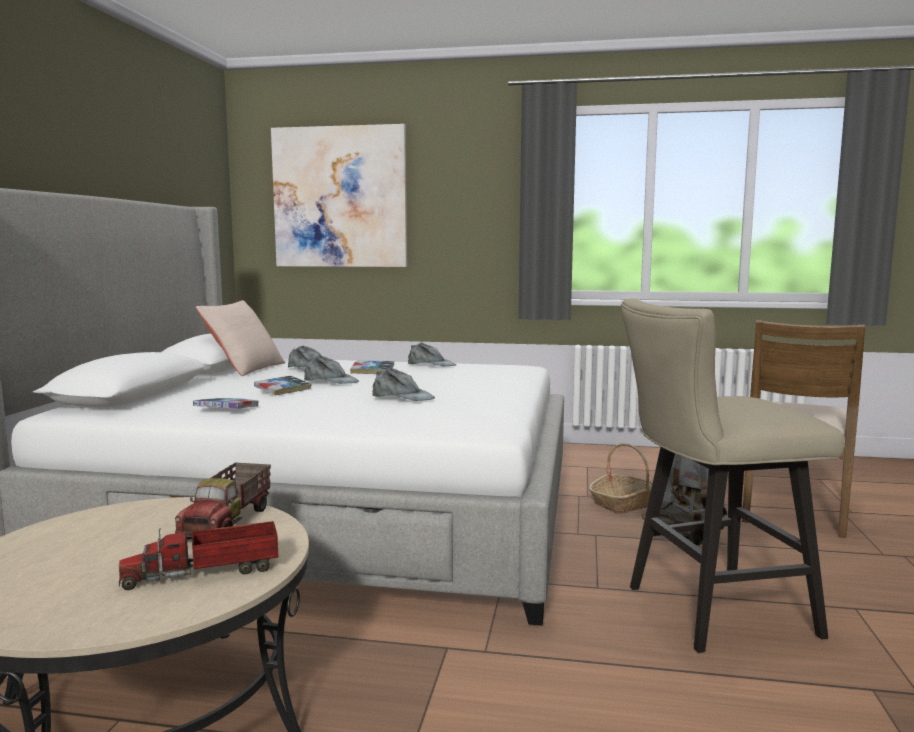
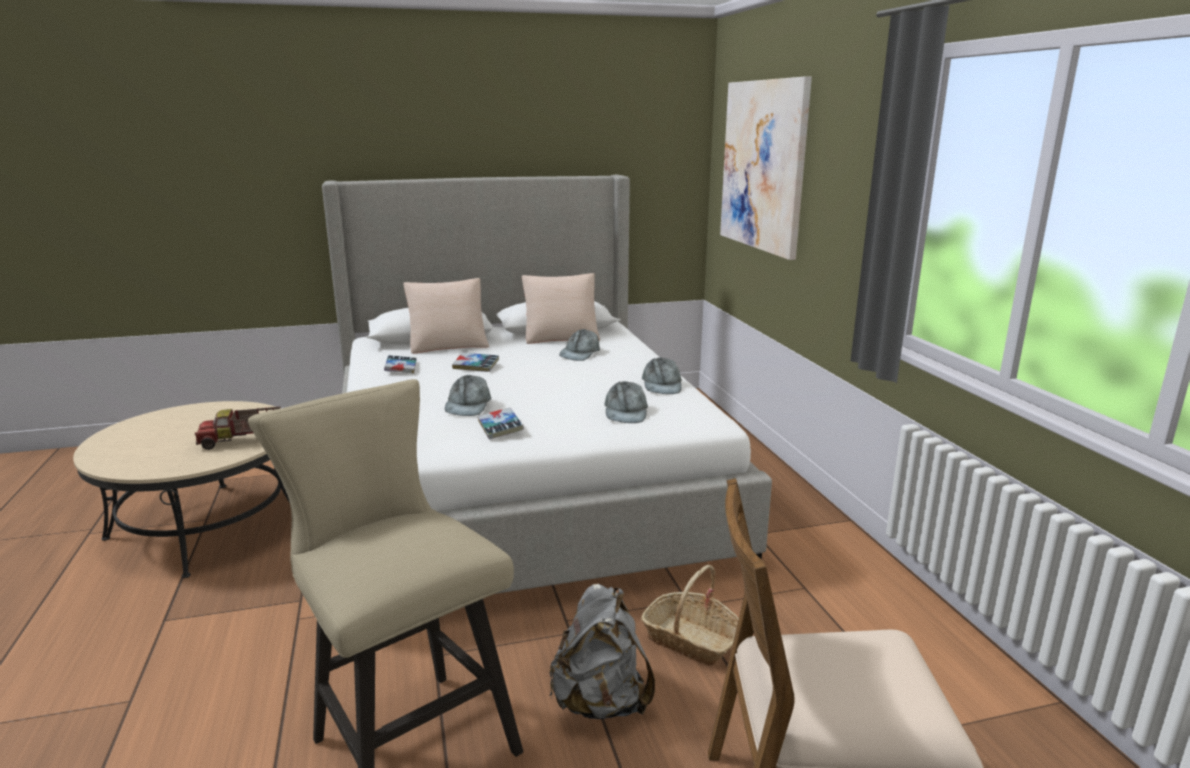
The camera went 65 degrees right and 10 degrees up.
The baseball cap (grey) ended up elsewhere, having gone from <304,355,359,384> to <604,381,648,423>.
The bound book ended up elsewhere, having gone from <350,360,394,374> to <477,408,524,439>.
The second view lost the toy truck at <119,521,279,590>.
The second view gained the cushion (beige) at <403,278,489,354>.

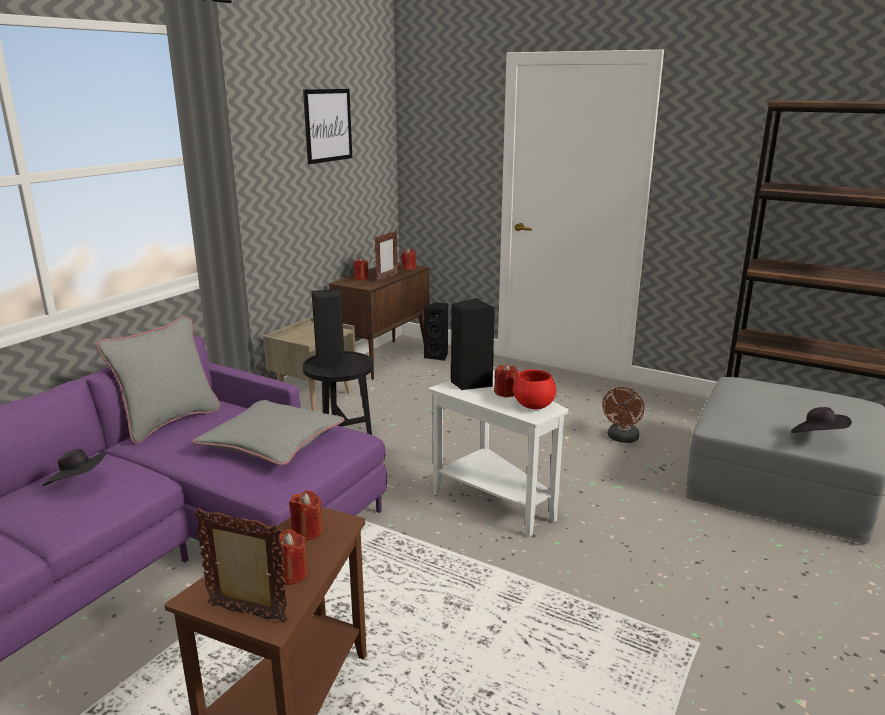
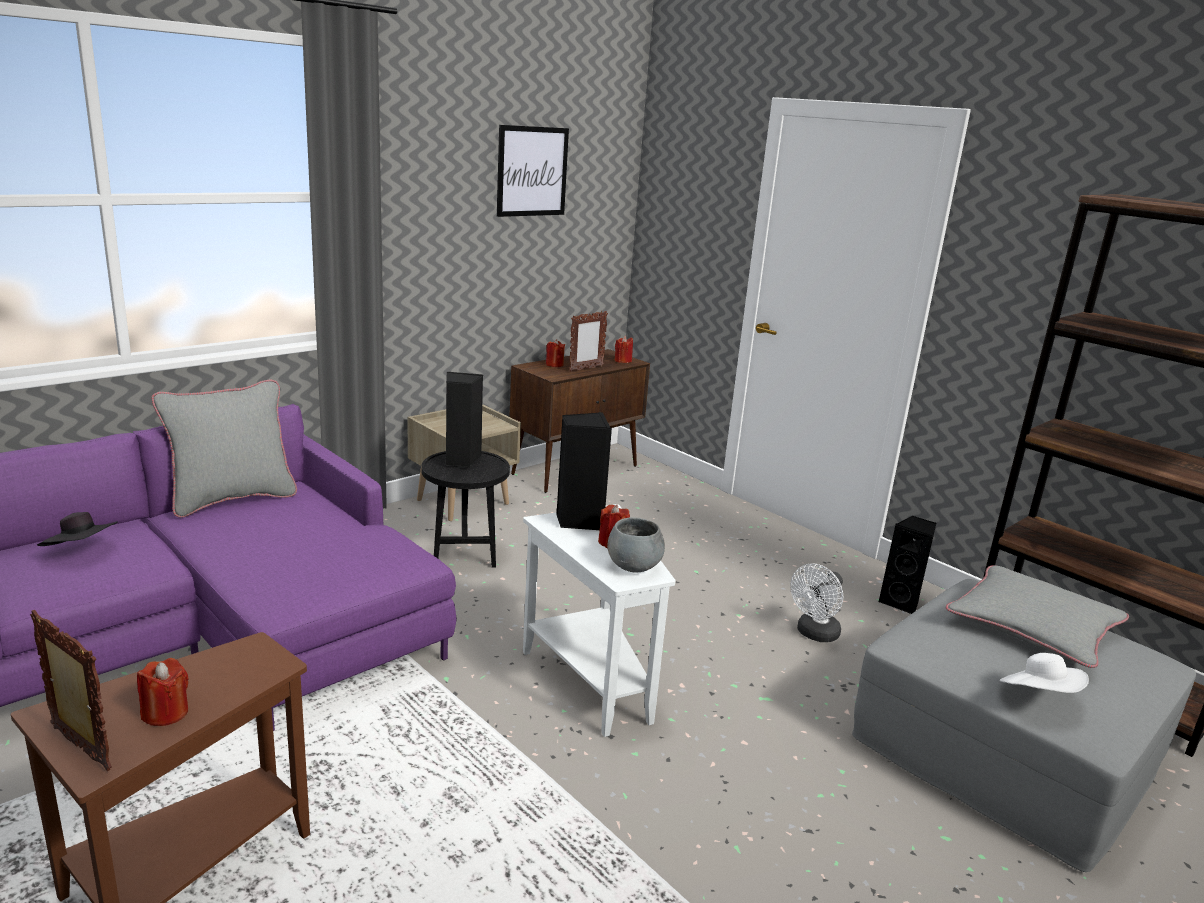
The camera went 15 degrees right and 0 degrees up.
The loudspeaker (black) ended up elsewhere, having gone from <424,302,448,361> to <878,516,936,614>.
What was the serving bowl (reddish) at <513,369,556,409> turned into the serving bowl (grey) at <607,517,665,572>.
What was the fan (brown-coloured) at <602,387,644,443> turned into the fan (white-coloured) at <790,563,843,642>.
The cushion (grey) ended up elsewhere, having gone from <193,400,345,465> to <946,565,1129,668>.
What was the clothing hat (black) at <791,407,852,433> turned into the clothing hat (white-coloured) at <1000,653,1089,693>.
The second view lost the candle (reddish) at <289,490,323,540>.

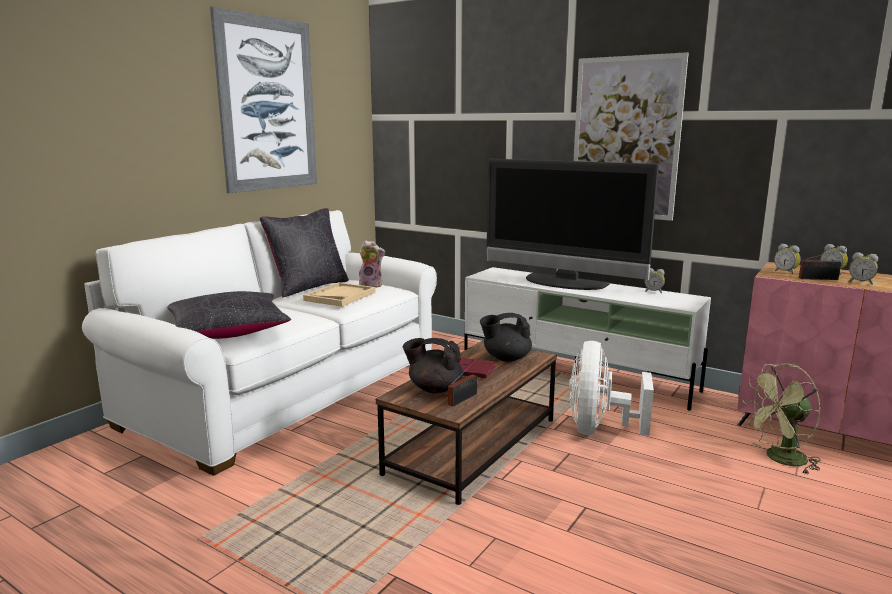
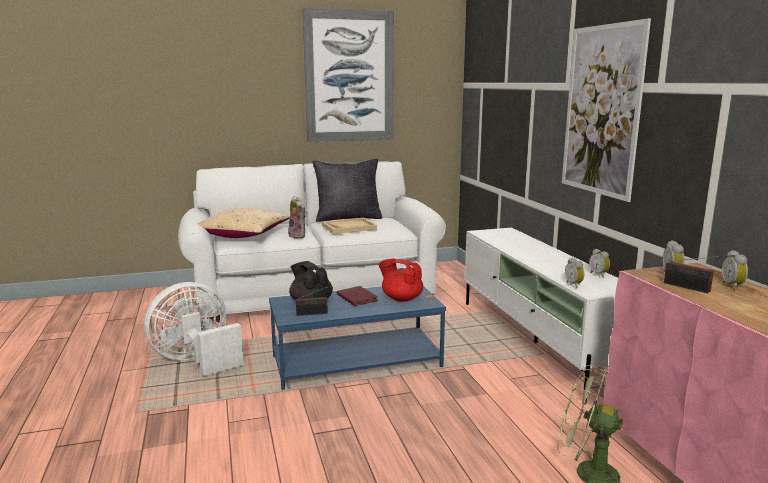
The camera went 40 degrees right and 0 degrees up.
The second view lost the TV set at <487,159,659,290>.
The soft toy ended up elsewhere, having gone from <359,240,385,288> to <288,196,306,238>.
The bedside clock ended up elsewhere, having gone from <849,252,878,285> to <565,257,584,288>.
What was the cushion (black) at <167,291,291,339> turned into the cushion (beige) at <197,208,290,238>.
What was the teapot (black) at <480,313,532,362> turned into the teapot (reddish) at <378,259,423,302>.
What was the coffee table (brown-coloured) at <376,340,557,505> turned into the coffee table (blue) at <269,286,446,390>.
The fan (white-coloured) ended up elsewhere, having gone from <569,341,654,436> to <144,282,244,376>.

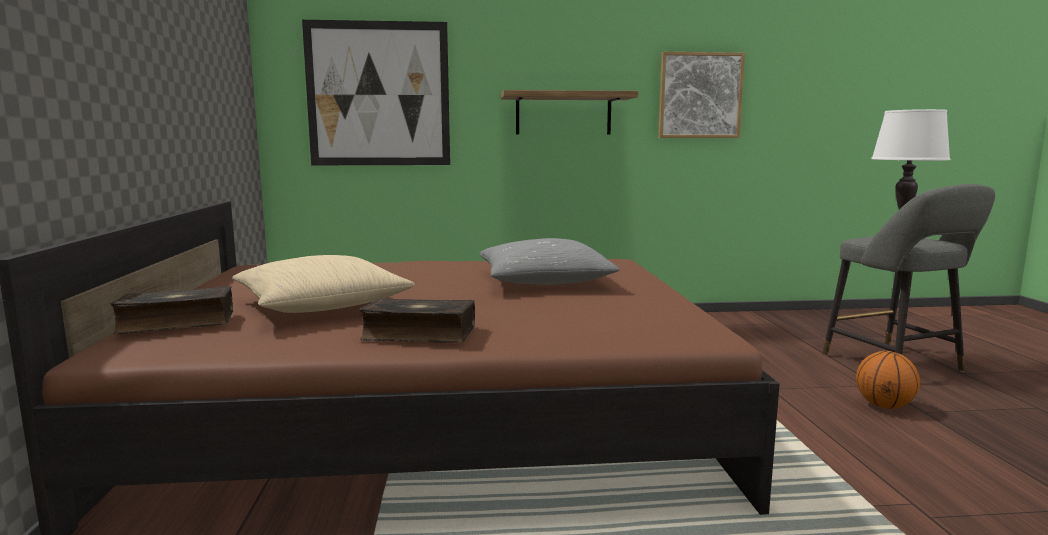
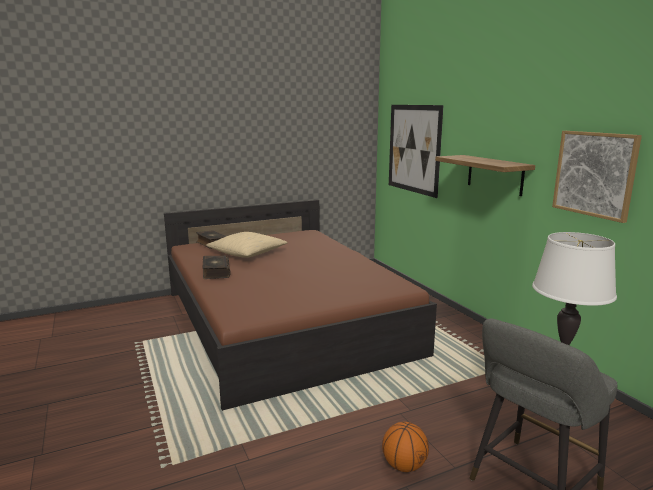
The camera went 70 degrees right and 5 degrees up.
The second view lost the cushion (grey) at <479,238,620,285>.

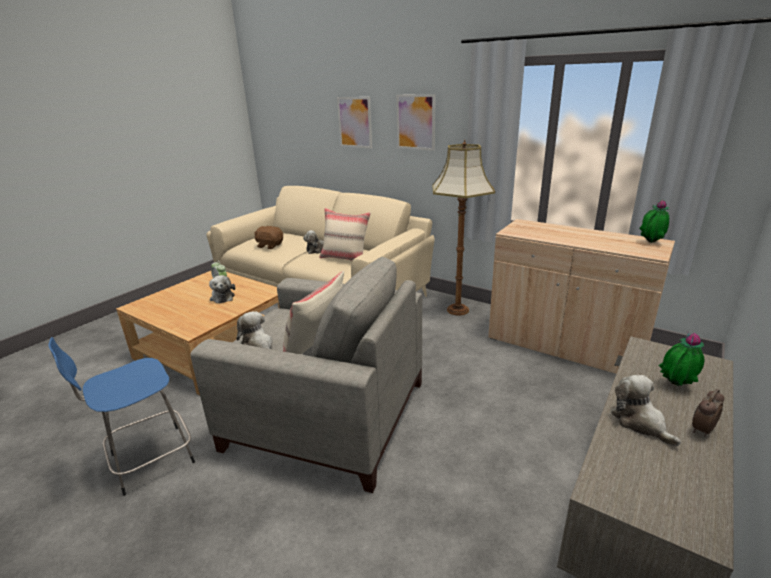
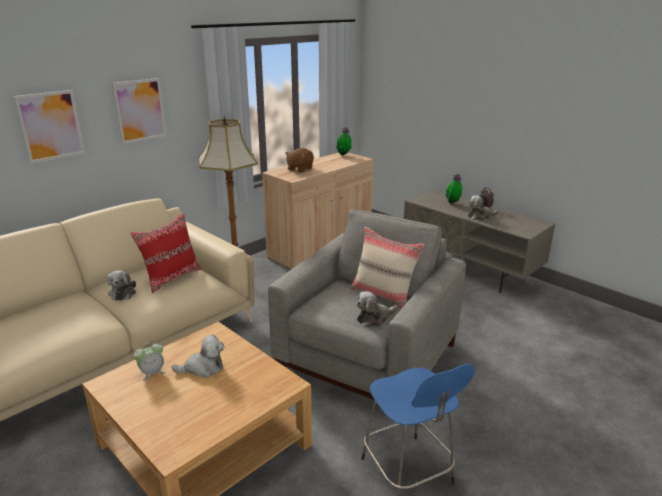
The camera went 80 degrees left and 0 degrees up.
What was the cushion (beige) at <319,208,371,260> turned into the cushion (reddish) at <130,213,203,293>.
The soft toy (brown-coloured) ended up elsewhere, having gone from <254,226,283,249> to <286,148,314,173>.

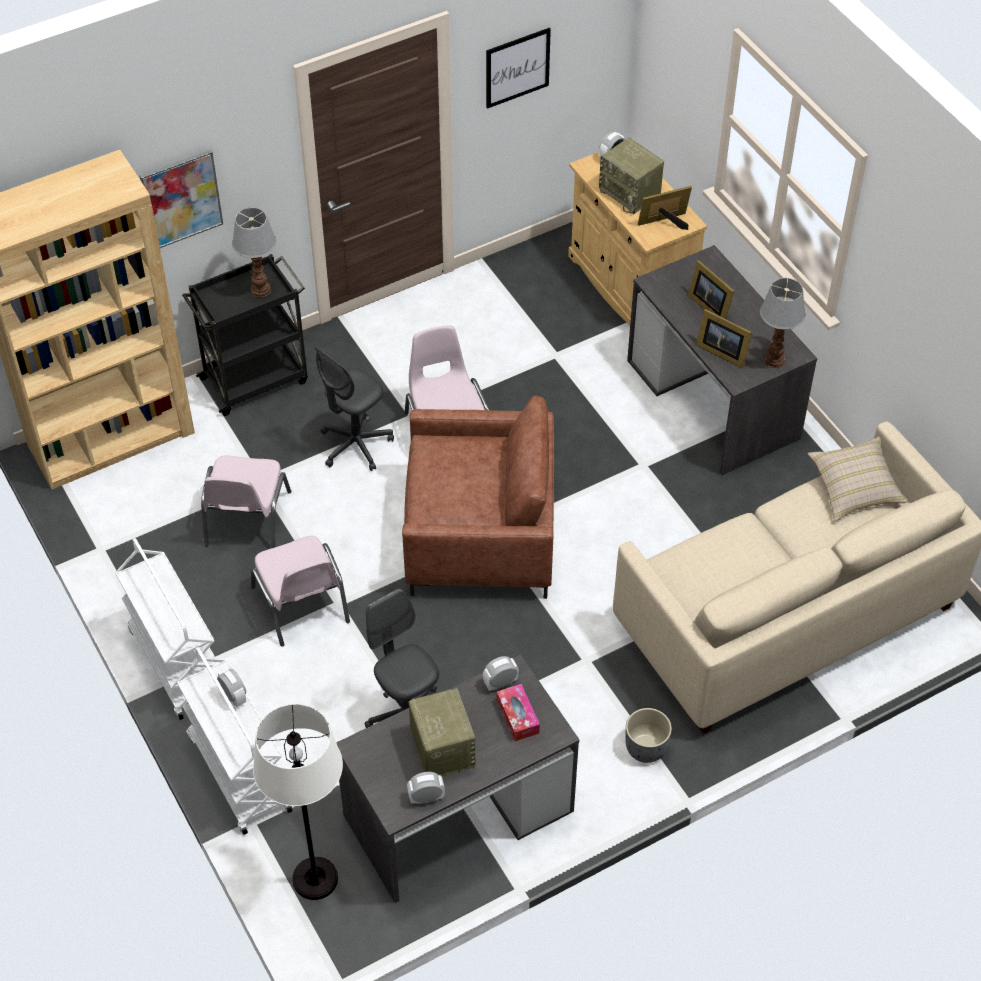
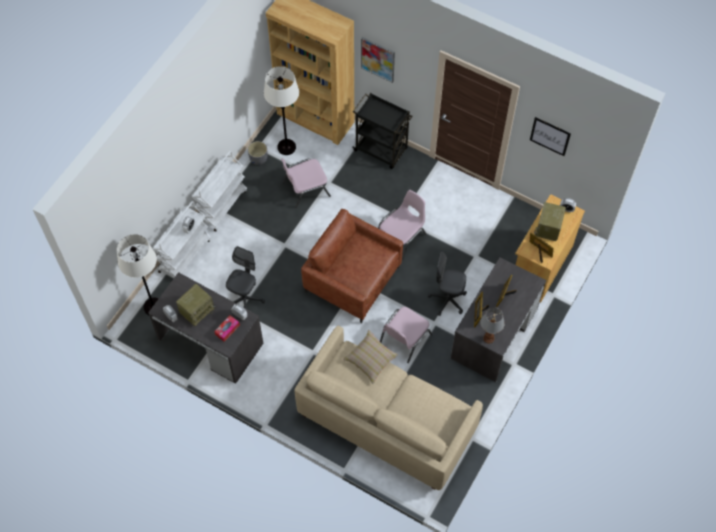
The camera went 60 degrees right and 10 degrees up.
The second view lost the table lamp at <232,208,276,298>.
The computer chair (grey) ended up elsewhere, having gone from <314,346,394,471> to <428,252,467,316>.
The easy chair (brown-coloured) at <402,396,554,599> ended up facing another way, 150 degrees clockwise from before.
The cushion (beige) ended up elsewhere, having gone from <808,436,907,522> to <343,330,398,384>.
The plain chair (pink-coloured) ended up elsewhere, having gone from <251,536,350,647> to <380,307,432,363>.
The flower pot (grey) ended up elsewhere, having gone from <625,708,672,763> to <248,141,268,165>.
The second view gained the standard lamp (white-coloured) at <264,66,299,155>.

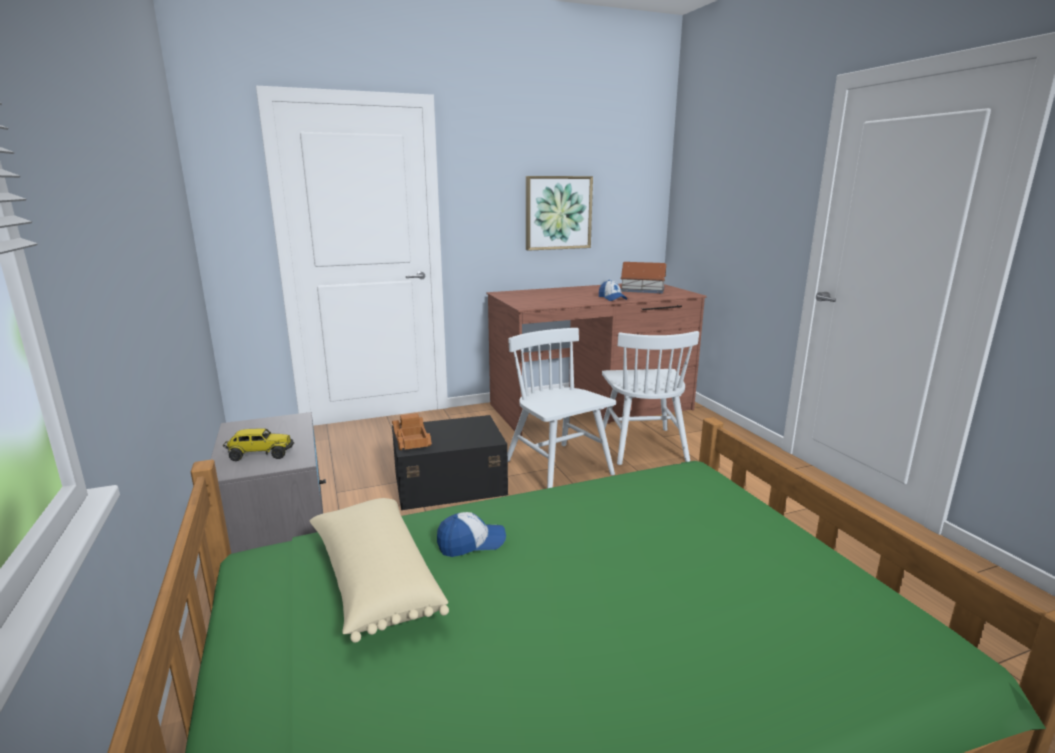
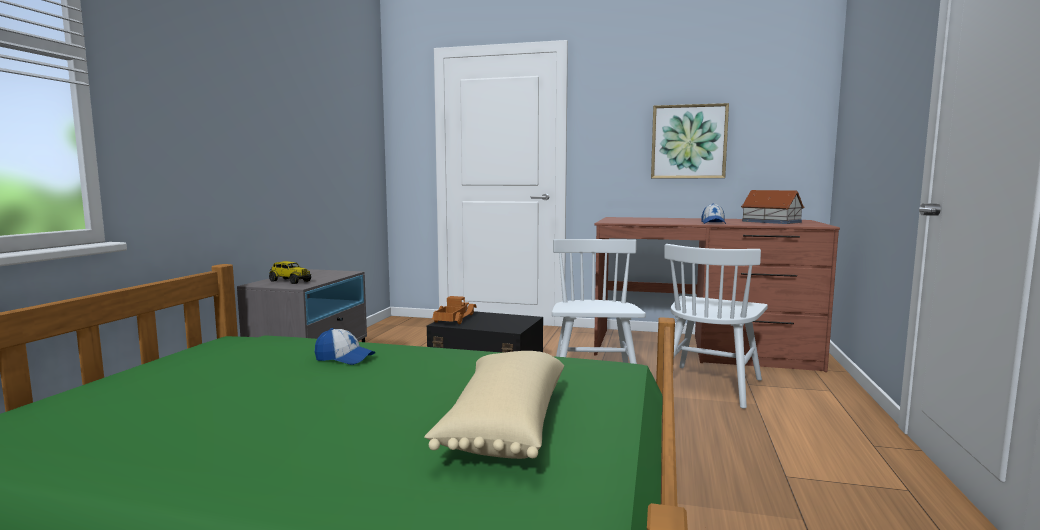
The camera went 35 degrees right and 10 degrees down.
The cushion (beige) ended up elsewhere, having gone from <310,498,449,643> to <424,351,564,459>.

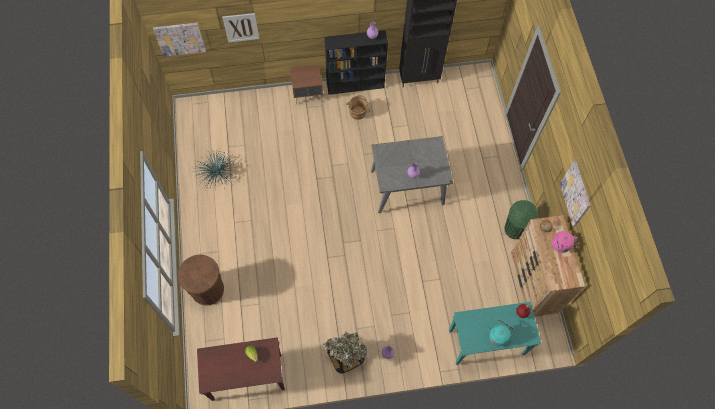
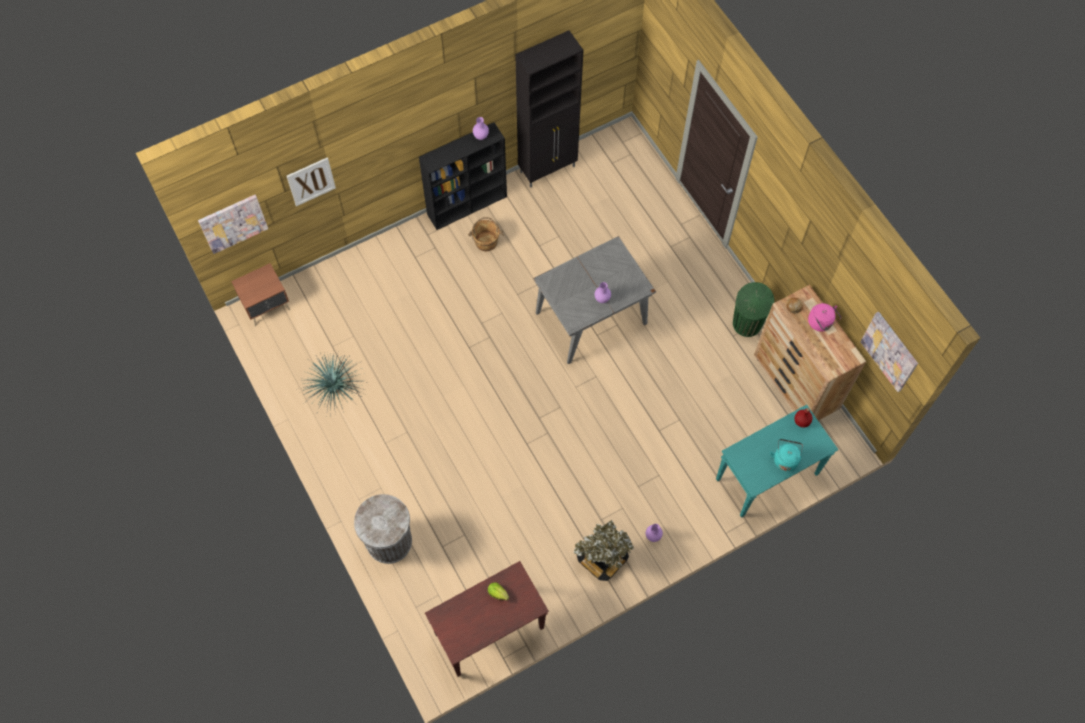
The camera went 20 degrees left and 0 degrees up.
The bedside table (brown-coloured) ended up elsewhere, having gone from <290,65,323,104> to <231,263,290,327>.
The wall picture ended up elsewhere, having gone from <560,161,591,227> to <861,311,918,392>.
What was the rubbish bin (brown-coloured) at <178,255,224,306> turned into the rubbish bin (grey) at <354,494,412,564>.

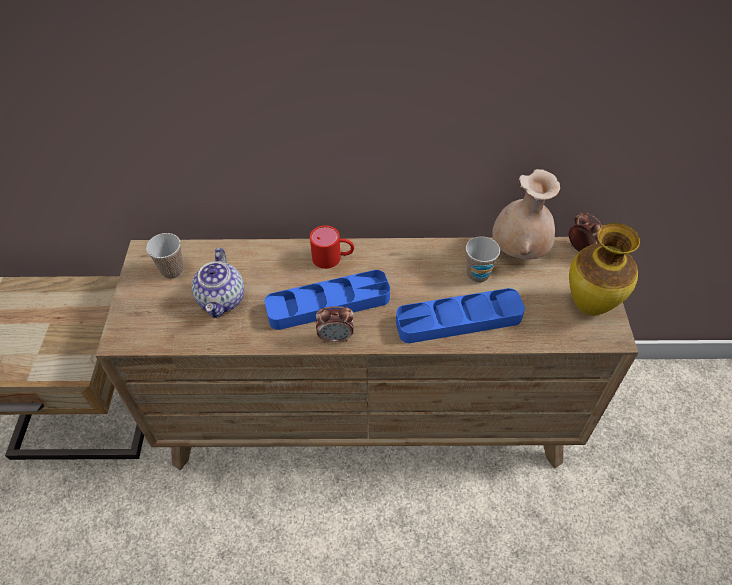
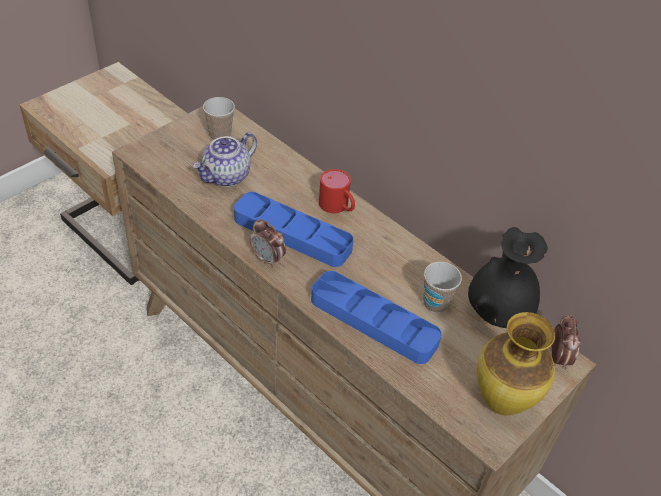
The camera went 40 degrees right and 5 degrees down.
What was the decorative vase (beige) at <492,169,560,260> turned into the decorative vase (black) at <468,227,548,328>.

